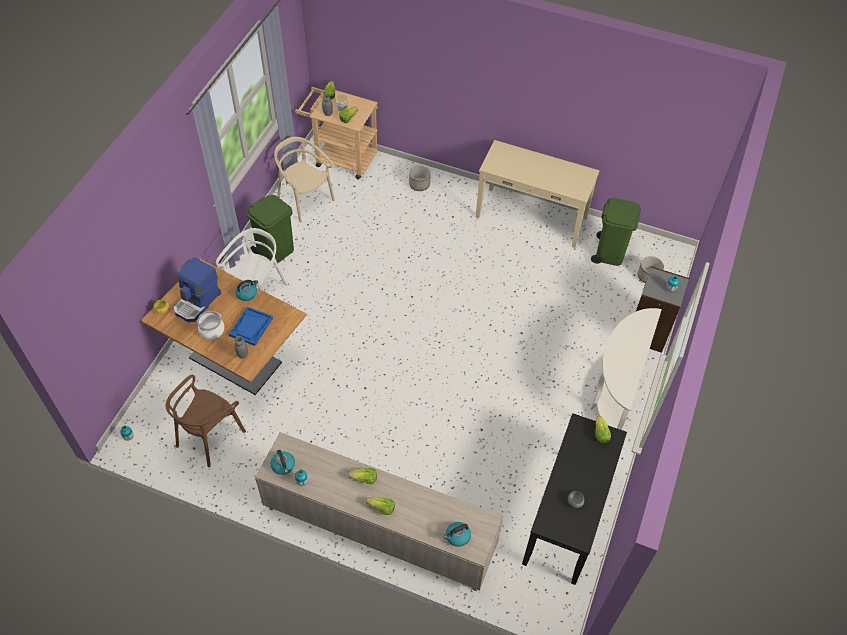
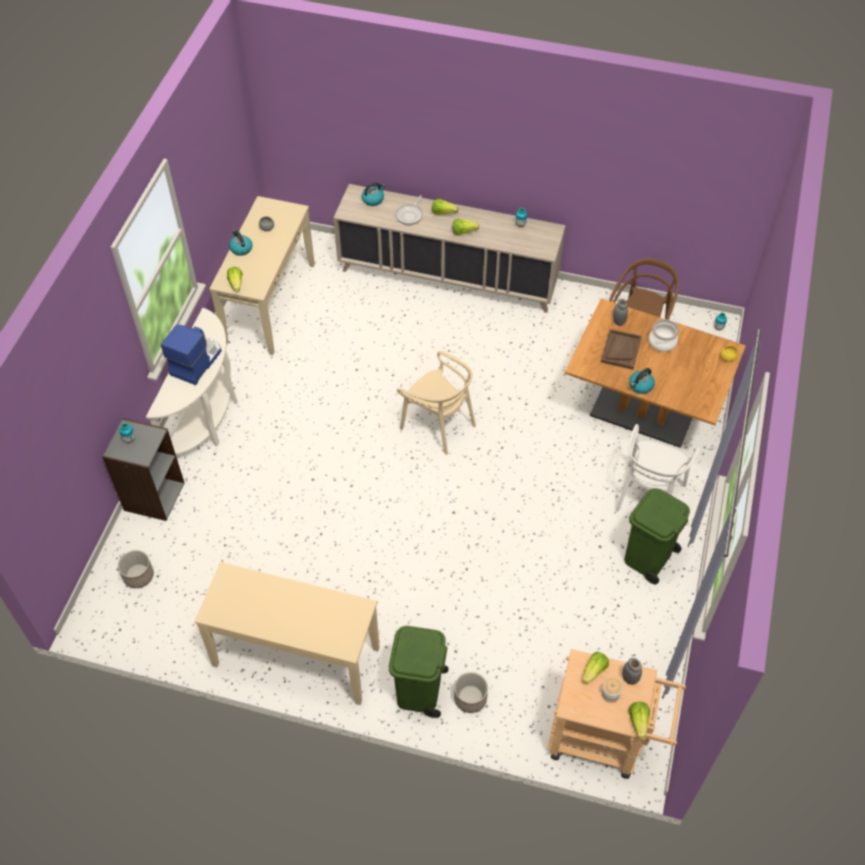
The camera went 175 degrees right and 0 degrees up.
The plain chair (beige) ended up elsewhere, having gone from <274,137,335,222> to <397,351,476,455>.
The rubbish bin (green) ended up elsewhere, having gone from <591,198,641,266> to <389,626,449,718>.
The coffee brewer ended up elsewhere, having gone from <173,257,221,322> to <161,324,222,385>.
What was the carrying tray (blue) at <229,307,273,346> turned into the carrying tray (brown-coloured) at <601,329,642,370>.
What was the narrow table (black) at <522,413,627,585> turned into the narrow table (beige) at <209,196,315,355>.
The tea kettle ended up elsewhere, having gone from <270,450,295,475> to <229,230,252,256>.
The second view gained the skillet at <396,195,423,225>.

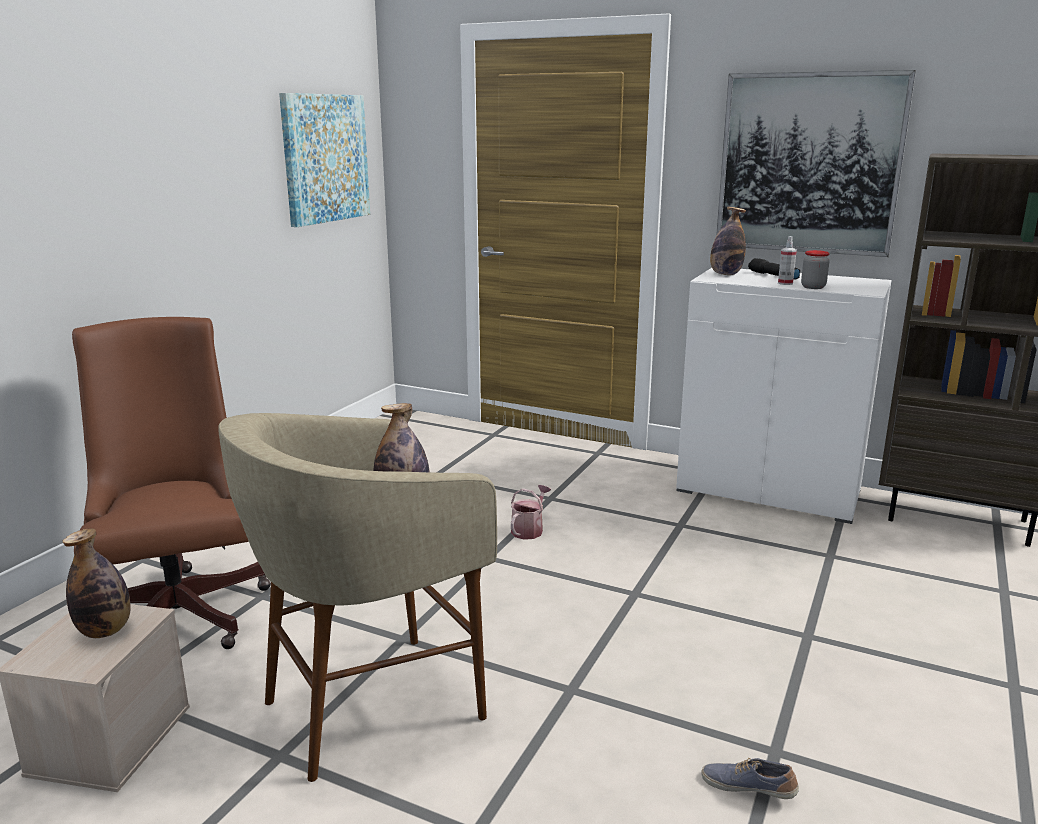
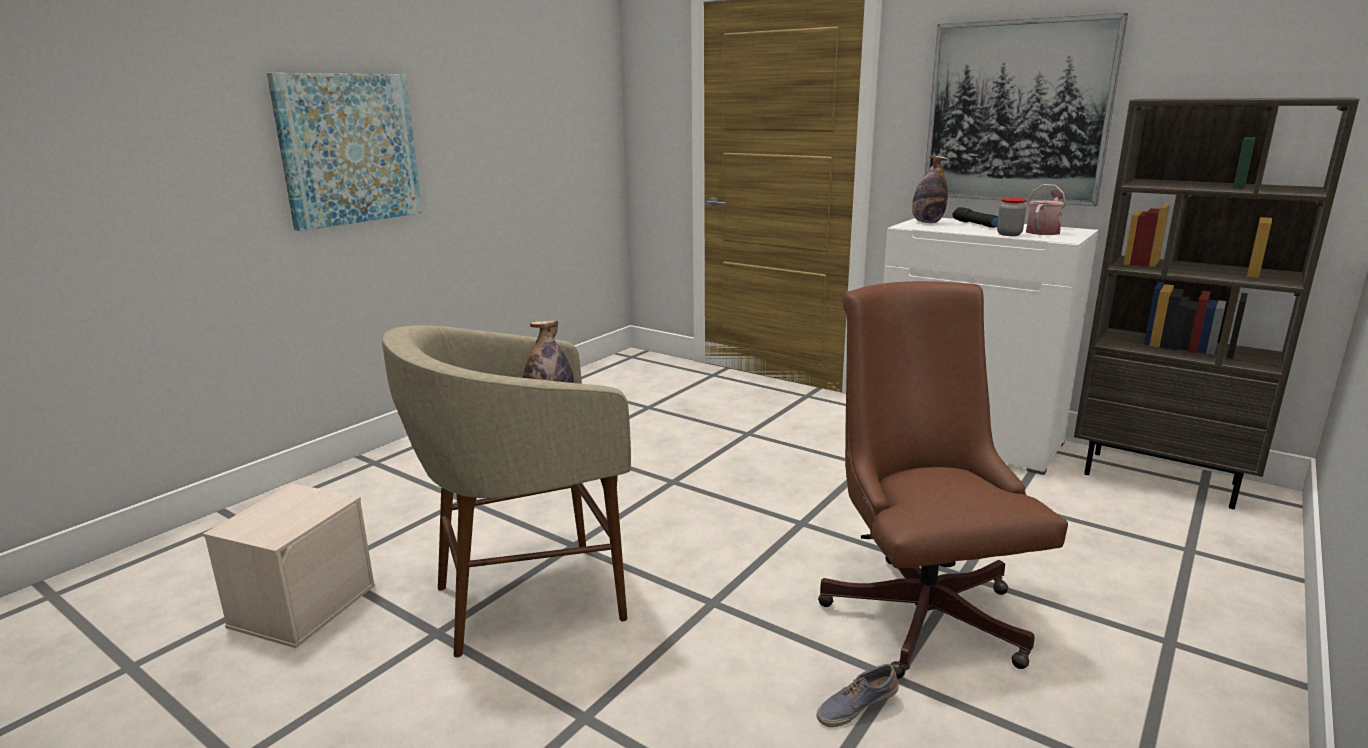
The camera went 10 degrees right and 0 degrees up.
The wall picture ended up elsewhere, having gone from <279,93,370,227> to <267,73,422,231>.
The second view lost the sprayer at <778,236,797,285>.
The computer chair (brown-coloured) ended up elsewhere, having gone from <72,317,271,649> to <818,281,1068,679>.
The watering can ended up elsewhere, having gone from <511,485,551,540> to <1026,184,1066,235>.
The second view lost the drink bottle at <63,528,130,638>.
The low shoe at <701,758,799,799> ended up facing another way, 60 degrees counterclockwise from before.

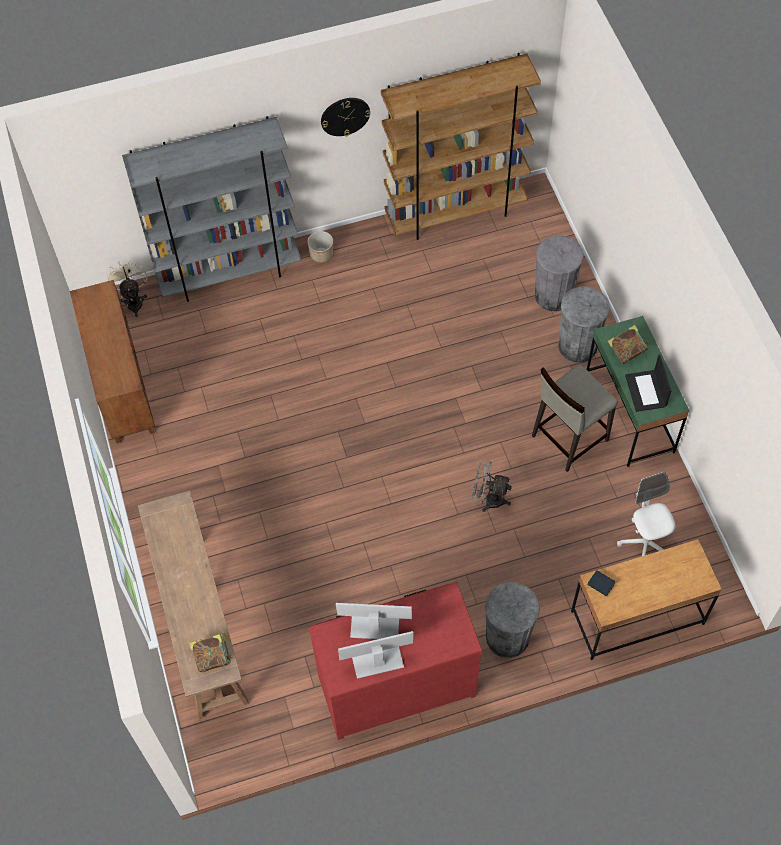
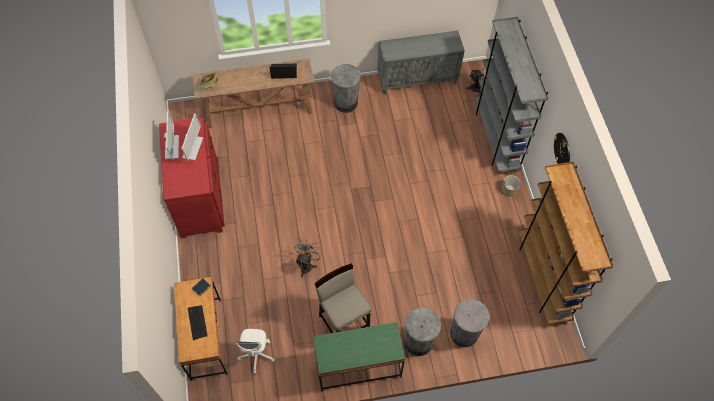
The camera went 95 degrees right and 0 degrees up.
What was the cupboard (brown-coloured) at <70,280,155,443> turned into the cupboard (grey) at <377,31,465,94>.
The second view lost the bound book at <608,325,649,364>.
The laptop ended up elsewhere, having gone from <625,354,672,412> to <269,64,297,79>.
The computer chair (white-coloured) at <617,472,676,556> ended up facing another way, 105 degrees clockwise from before.
The rubbish bin (grey) ended up elsewhere, having gone from <485,582,540,658> to <331,64,361,113>.
The second view gained the PC keyboard at <188,305,208,340>.

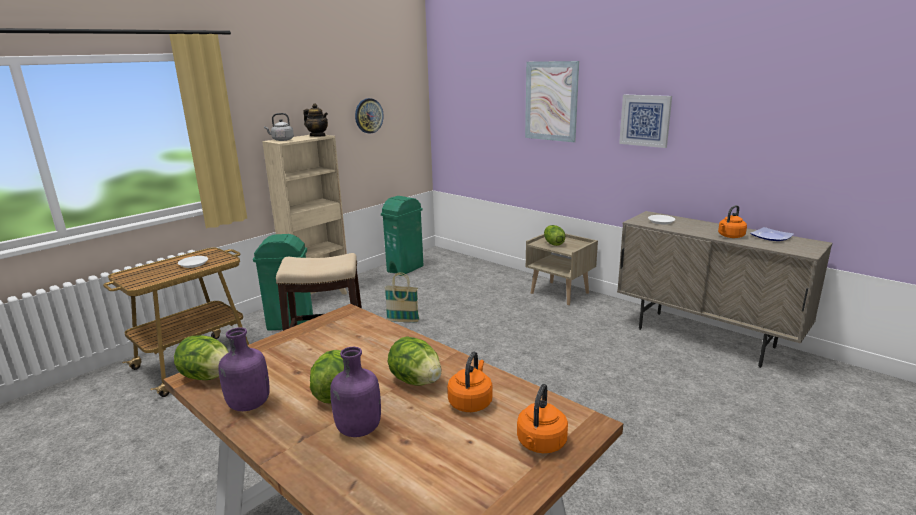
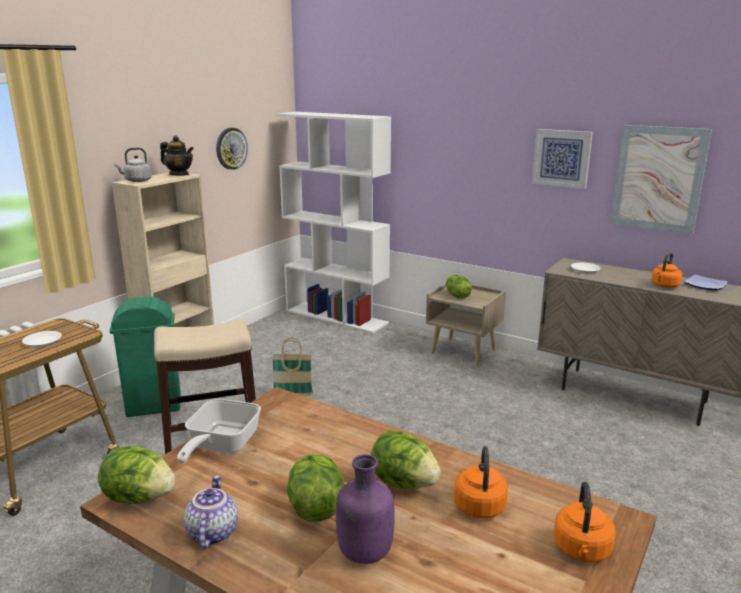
The camera went 10 degrees left and 0 degrees up.
The wall picture ended up elsewhere, having gone from <525,61,579,142> to <611,125,712,234>.
The second view lost the rubbish bin (green) at <381,196,423,276>.
Where the drink bottle (purple) stood at <218,327,270,411>, the teapot came to stand at <184,475,238,550>.
The second view gained the shelving unit (white-coloured) at <277,112,391,334>.
The second view gained the skillet at <177,399,261,463>.

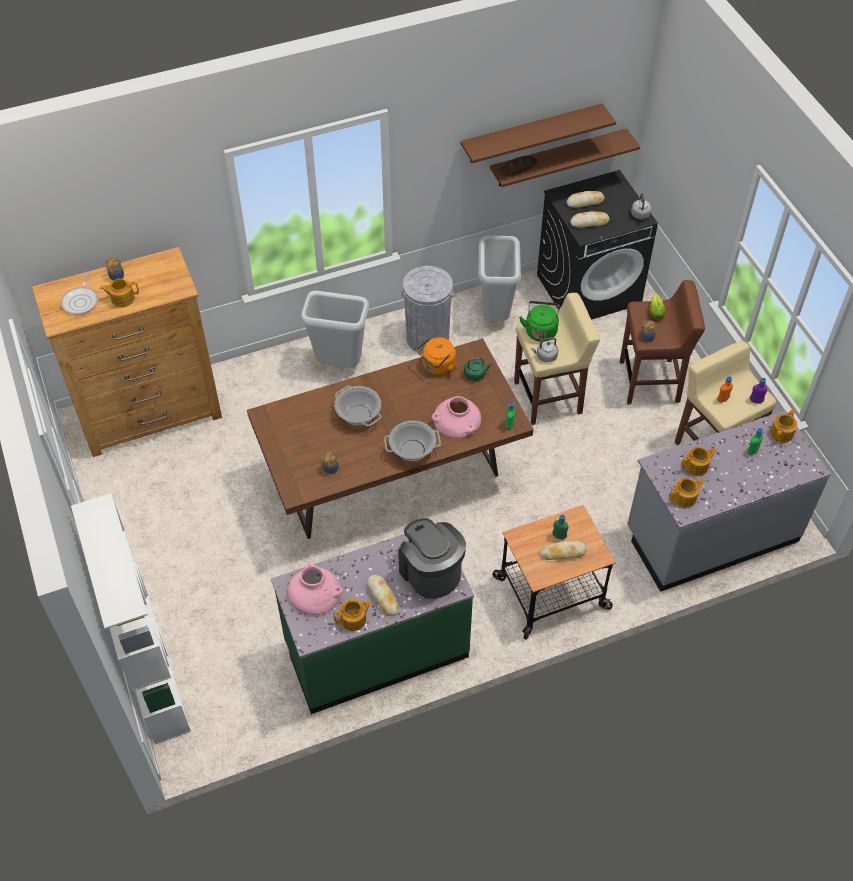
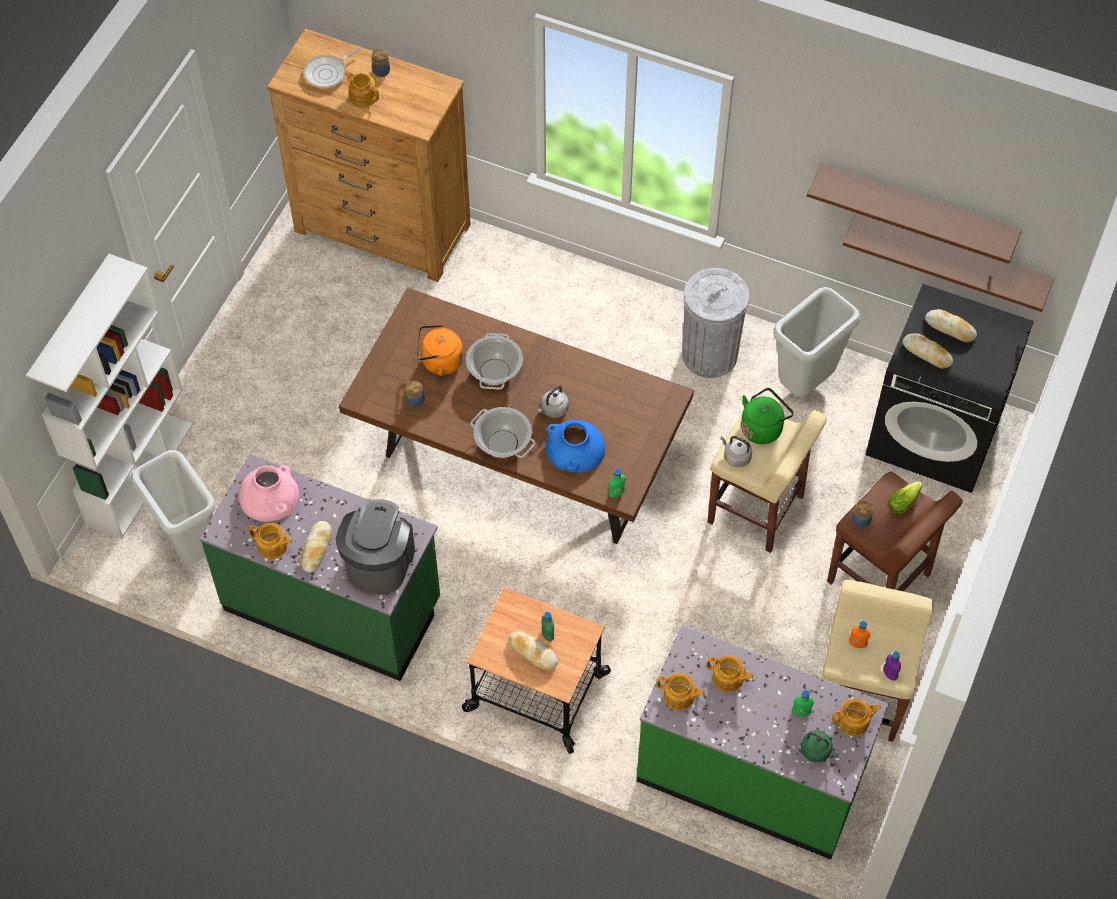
The camera went 45 degrees right and 5 degrees up.
The second view lost the bakery bread at <500,156,537,176>.
The tea kettle (grey) ended up elsewhere, having gone from <631,193,652,219> to <537,385,569,418>.
The rubbish bin (grey) ended up elsewhere, having gone from <301,291,369,368> to <131,450,216,564>.
The tea kettle (orange-coloured) ended up elsewhere, having gone from <416,337,456,375> to <417,325,463,376>.
The tea kettle (green) ended up elsewhere, having gone from <464,357,492,381> to <801,730,839,763>.
What was the decorative vase (pink-coloured) at <432,396,481,438> turned into the decorative vase (blue) at <546,420,605,473>.
What was the kitchen base unit (grey) at <627,410,831,592> turned into the kitchen base unit (green) at <637,625,889,860>.

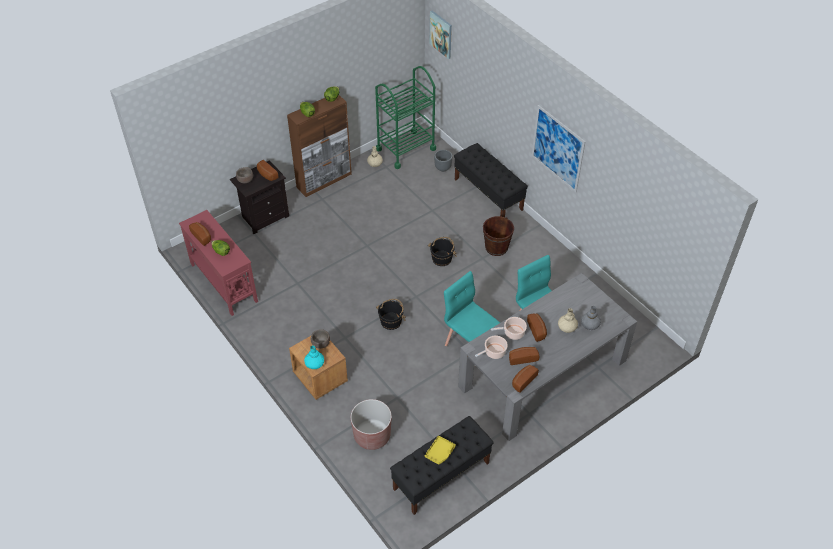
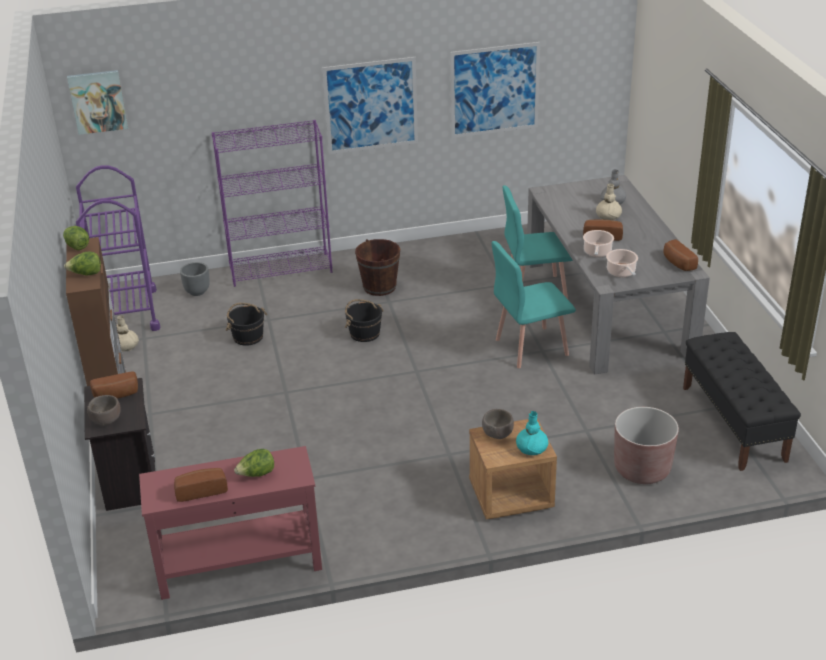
The camera went 65 degrees left and 15 degrees down.
What was the wheeled cart (green) at <375,66,436,169> turned into the wheeled cart (purple) at <76,165,160,331>.
Where the long seat (black) stood at <454,143,528,217>, the shelving unit (purple) came to stand at <212,120,332,287>.
The bucket (black) ended up elsewhere, having gone from <376,299,406,330> to <226,303,267,346>.
The second view lost the bakery bread at <509,347,540,365>.
The second view lost the carrying tray (yellow-coloured) at <425,436,456,464>.
The second view gained the wall picture at <450,42,540,138>.

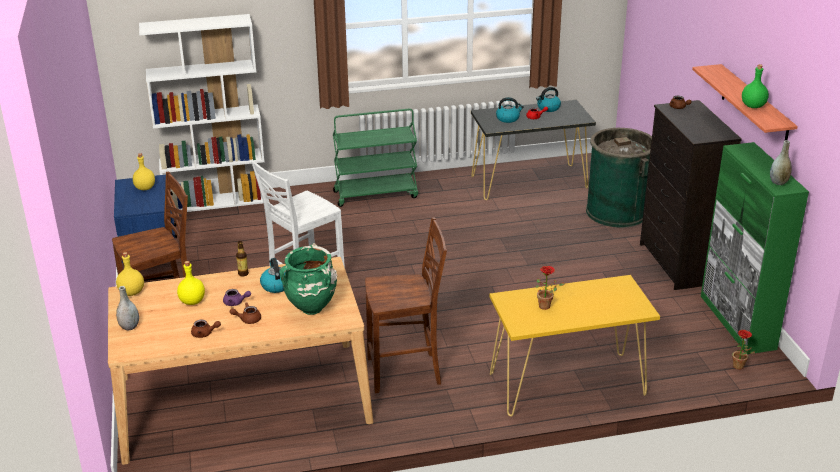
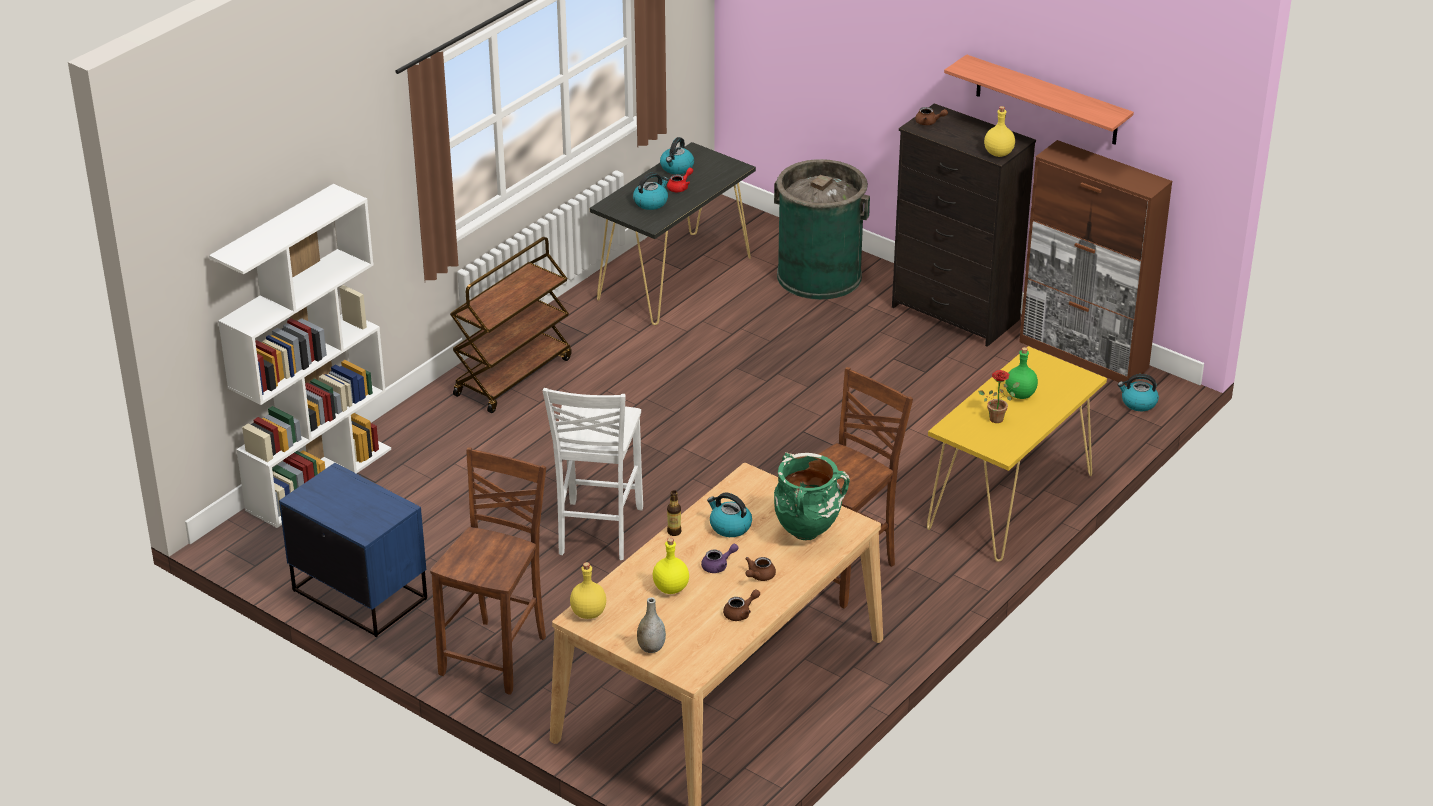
The camera went 40 degrees left and 5 degrees up.
The drink bottle (green) ended up elsewhere, having gone from <742,64,769,108> to <1005,347,1038,399>.
What was the wheeled cart (green) at <333,108,418,207> turned into the wheeled cart (brown-coloured) at <450,237,572,413>.
The second view lost the decorative vase (grey) at <770,140,792,185>.
What was the cupboard (green) at <701,142,809,354> turned into the cupboard (brown-coloured) at <1019,140,1172,386>.
The drink bottle (yellow-coloured) ended up elsewhere, having gone from <133,153,155,190> to <984,106,1015,157>.
Where the plant in a pot stood at <732,330,755,370>, the tea kettle came to stand at <1118,374,1159,411>.

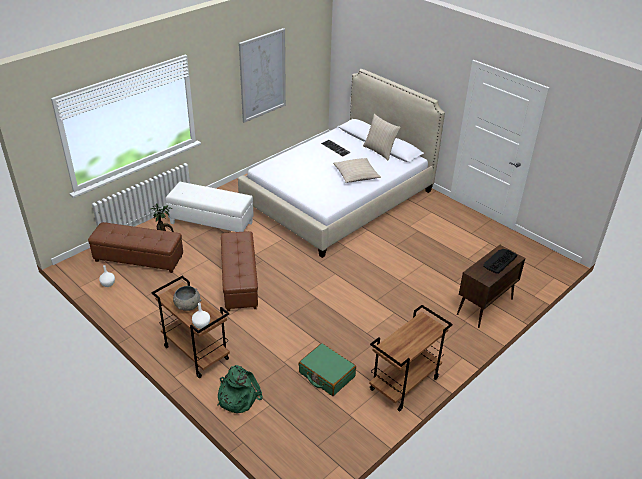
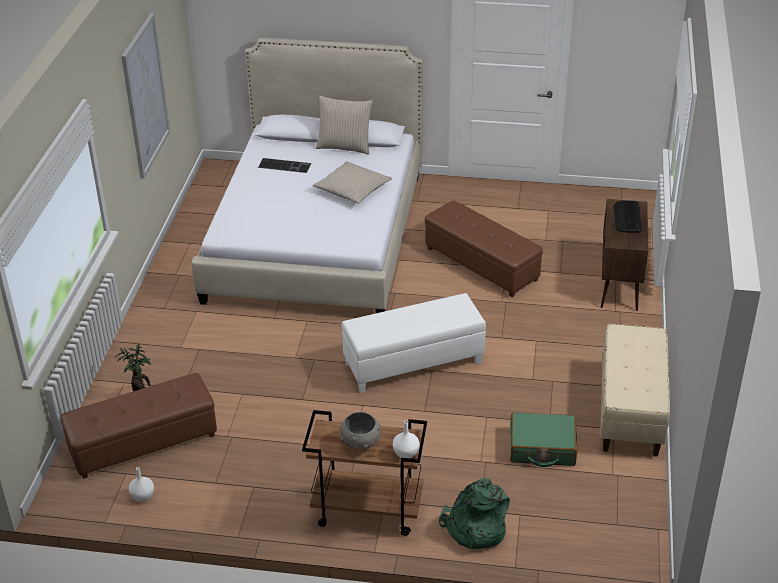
The camera went 35 degrees left and 0 degrees up.
The pouffe (white-coloured) ended up elsewhere, having gone from <166,182,254,232> to <342,293,486,393>.
The pouffe (brown-coloured) ended up elsewhere, having gone from <221,231,258,311> to <425,201,543,297>.
Where the wheeled cart (brown-coloured) stood at <369,305,453,411>, the long seat (beige) came to stand at <600,324,670,457>.

